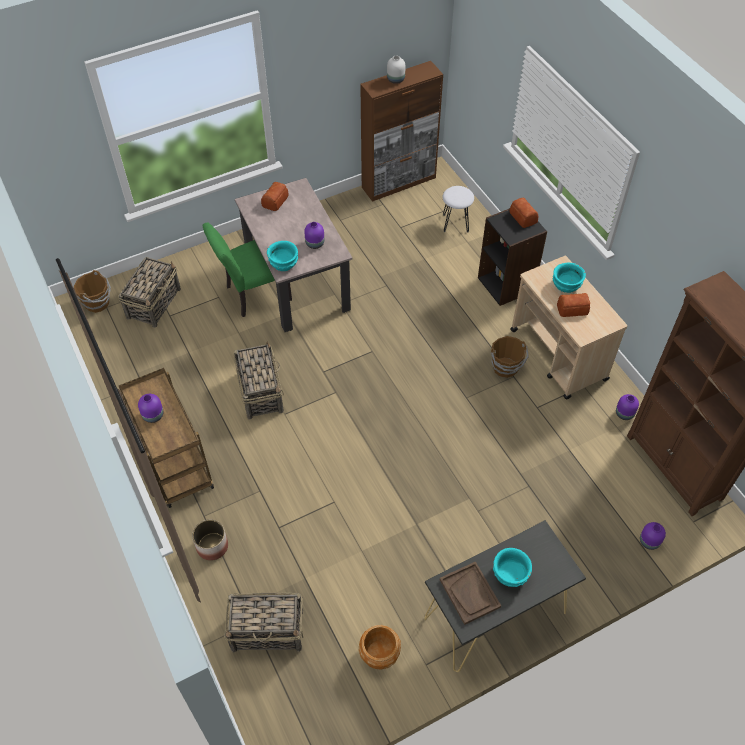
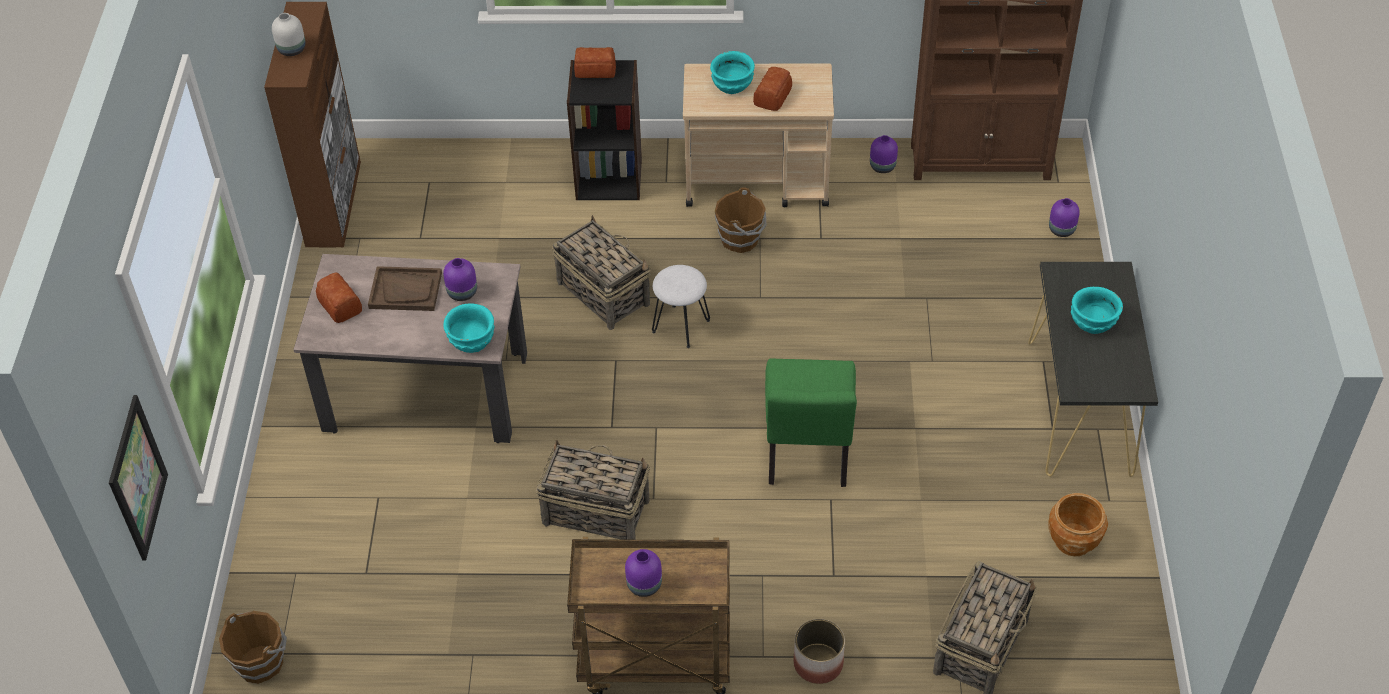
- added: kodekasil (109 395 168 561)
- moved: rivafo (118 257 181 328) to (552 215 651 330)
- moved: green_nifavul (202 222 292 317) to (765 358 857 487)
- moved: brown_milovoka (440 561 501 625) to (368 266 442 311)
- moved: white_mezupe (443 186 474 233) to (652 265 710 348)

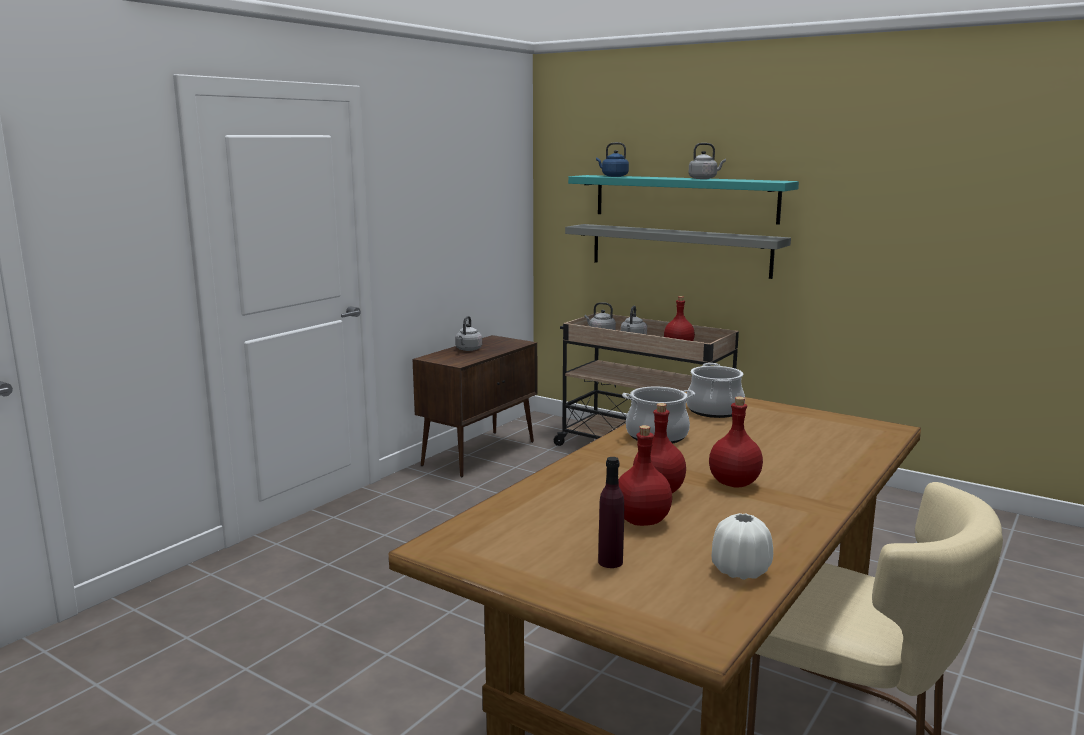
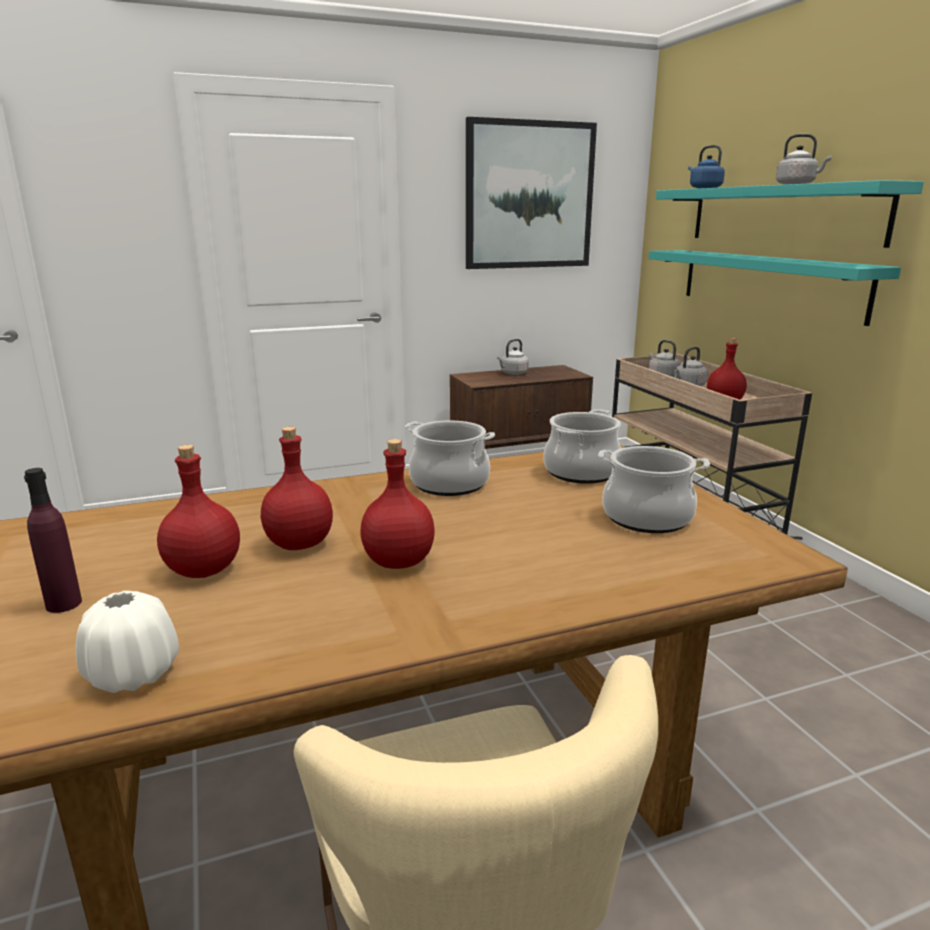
- added: kodekasil (466 117 597 269)
- added: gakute (598 446 710 533)
- recoloured: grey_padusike (565 224 791 279) to turquoise_padusike (649 250 901 326)

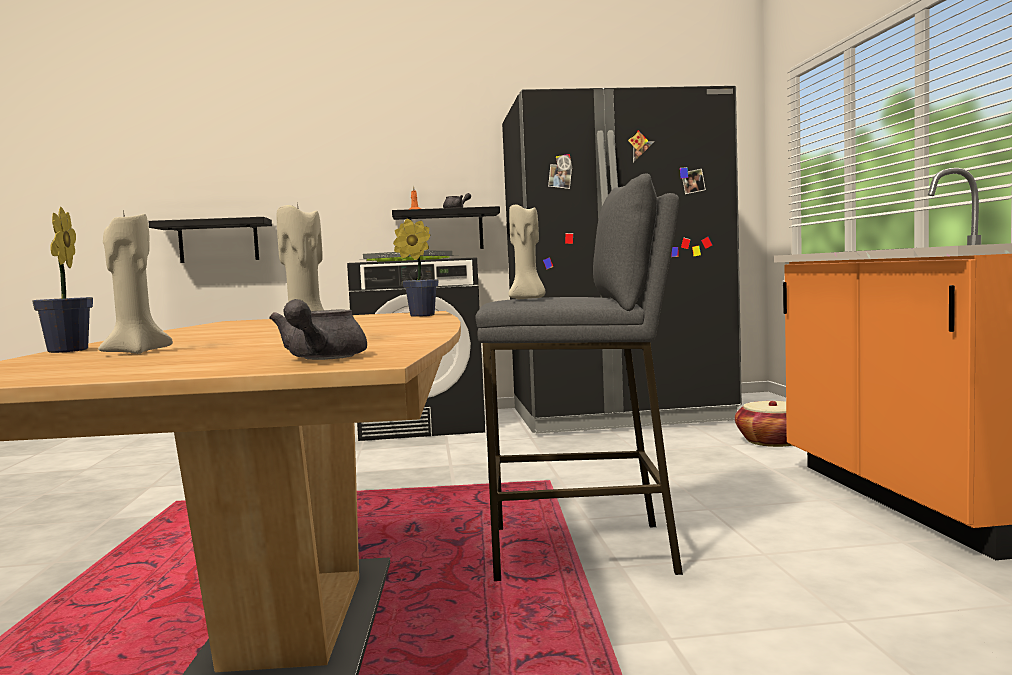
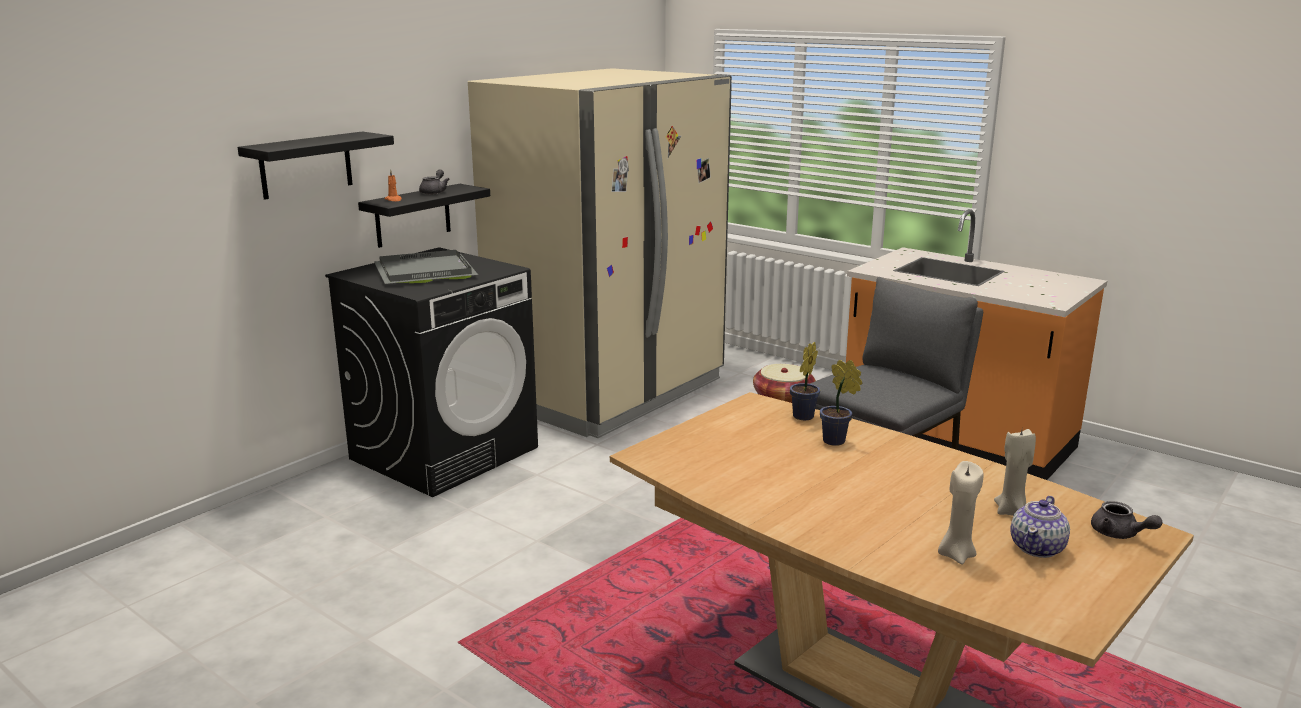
- removed: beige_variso (508 204 545 299)
- added: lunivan (1010 496 1070 558)
- moved: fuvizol (32 207 93 353) to (820 360 863 446)
- moved: black_padusike (148 217 272 263) to (237 132 394 200)
- recoloured: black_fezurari (502 85 742 434) to beige_fezurari (468 68 732 438)

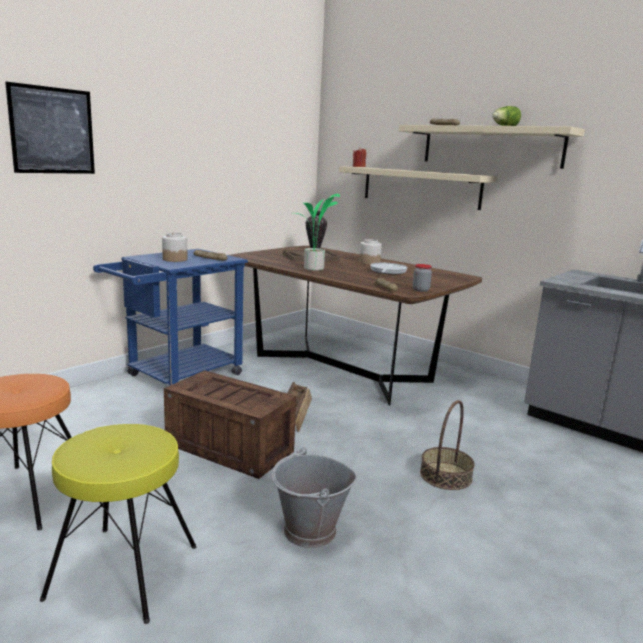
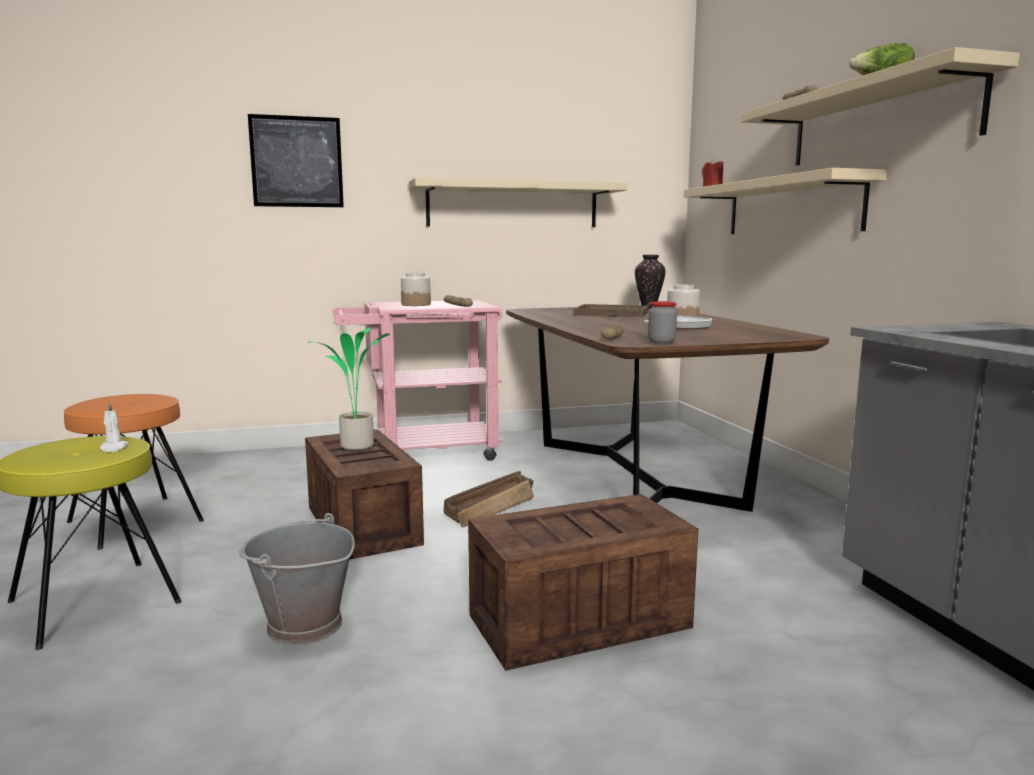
- added: white_variso (100 401 129 452)
- added: beige_padusike (409 177 628 227)
- moved: fuvizol (291 194 340 271) to (307 327 390 450)
- replaced: rivafo (420 400 475 490) to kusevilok (468 494 698 671)
- recoloured: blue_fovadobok (93 249 248 386) to pink_fovadobok (333 300 503 461)

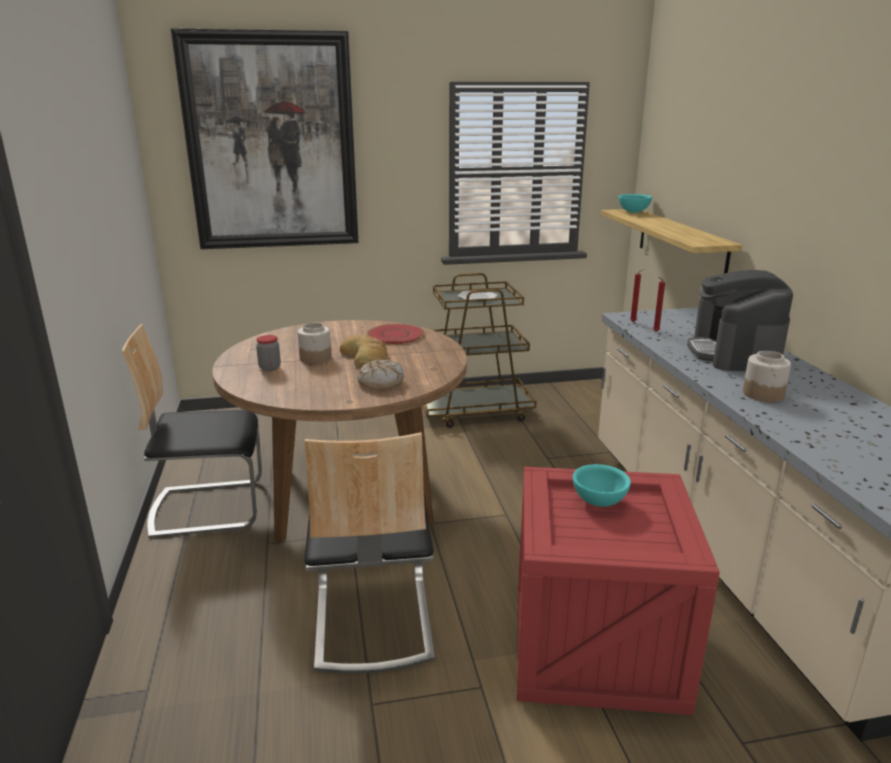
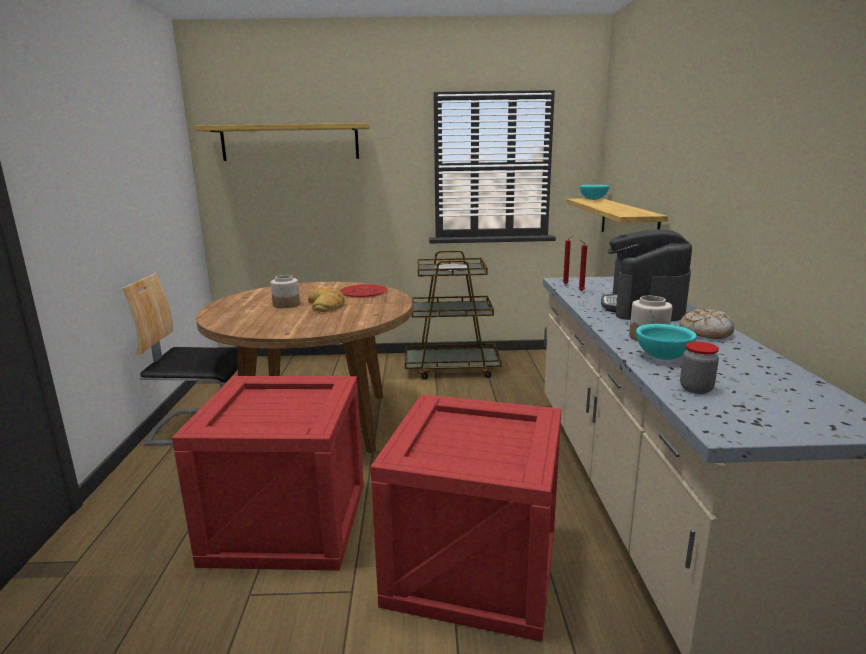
- moved: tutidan (256 335 281 371) to (680 342 719 394)
- moved: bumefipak (357 359 404 390) to (680 309 734 339)
- moved: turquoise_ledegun (573 464 631 507) to (636 324 697 360)
- replaced: kodekasil (171 28 358 249) to padusike (194 123 370 161)
- replaced: nifavul (304 432 435 674) to kusevilok (172 376 364 571)

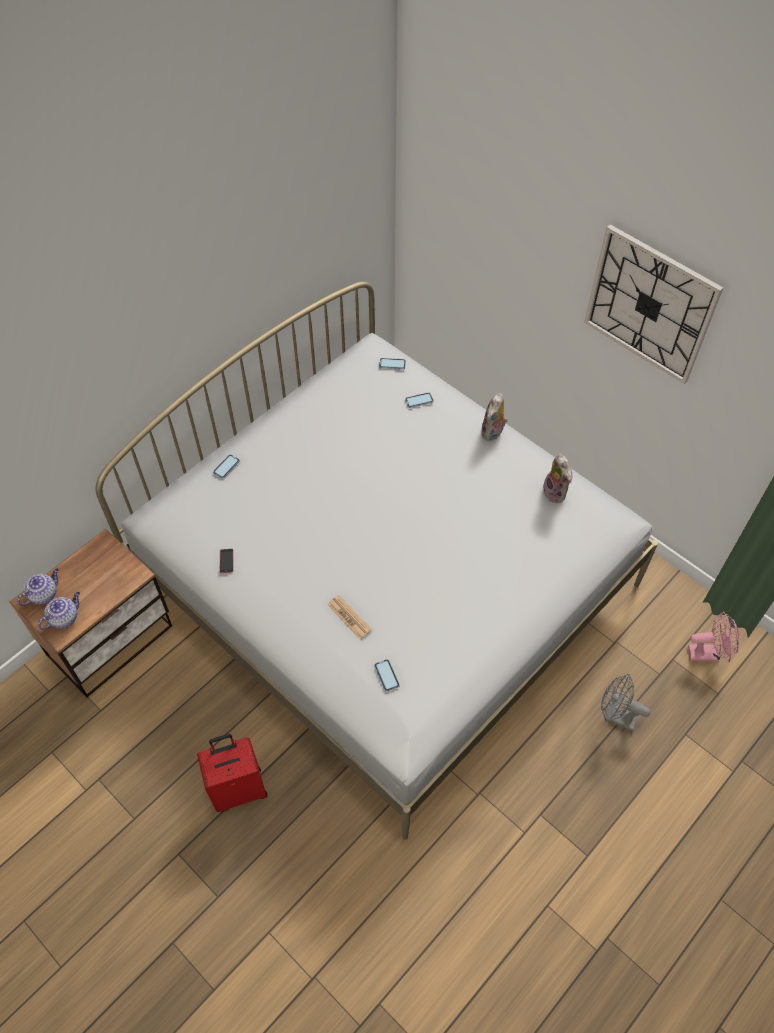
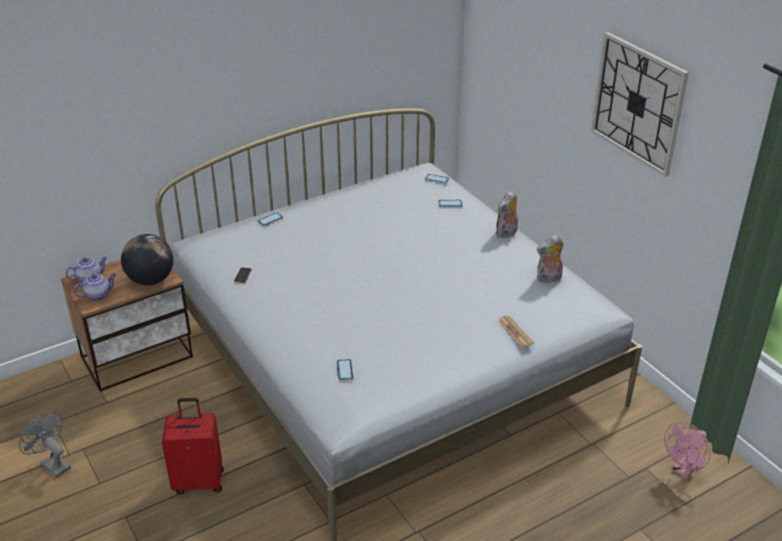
- added: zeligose (121 234 174 285)
- moved: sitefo (327 595 372 639) to (498 315 534 348)
- moved: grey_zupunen (601 674 650 731) to (19 413 71 477)
- turned: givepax (543 454 572 503) = (537 234 564 284) 75 degrees clockwise
- turned: pink_zupunen (688 612 739 663) = (664 422 711 479) 120 degrees clockwise

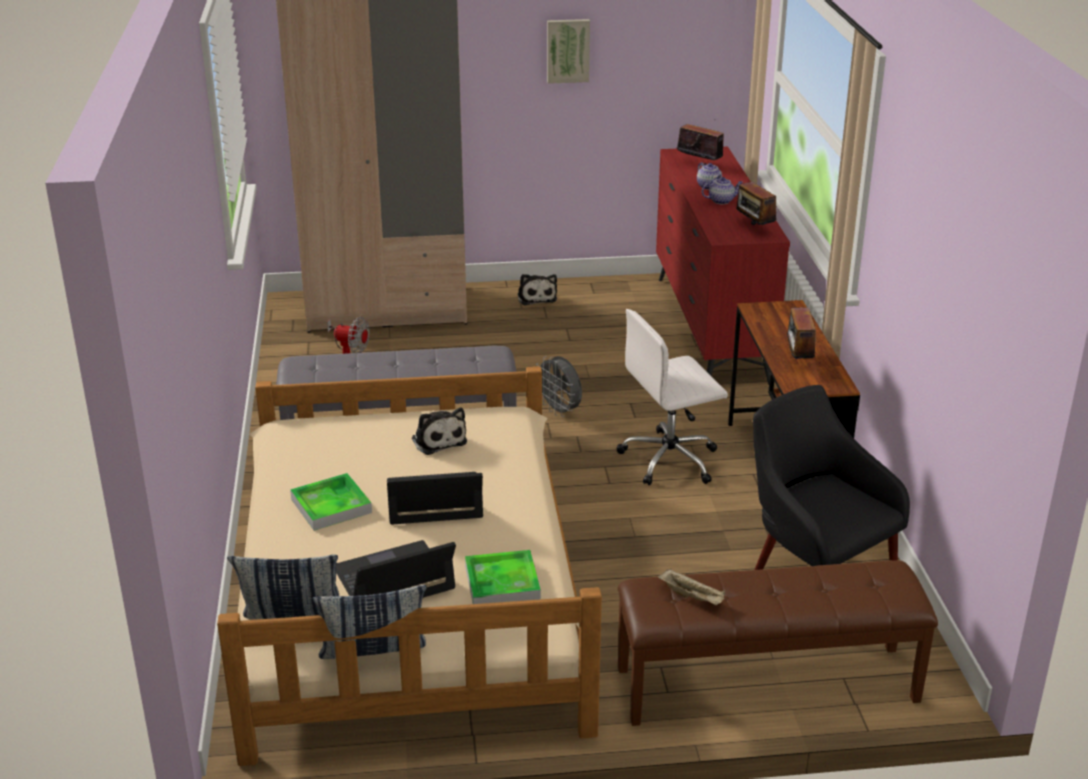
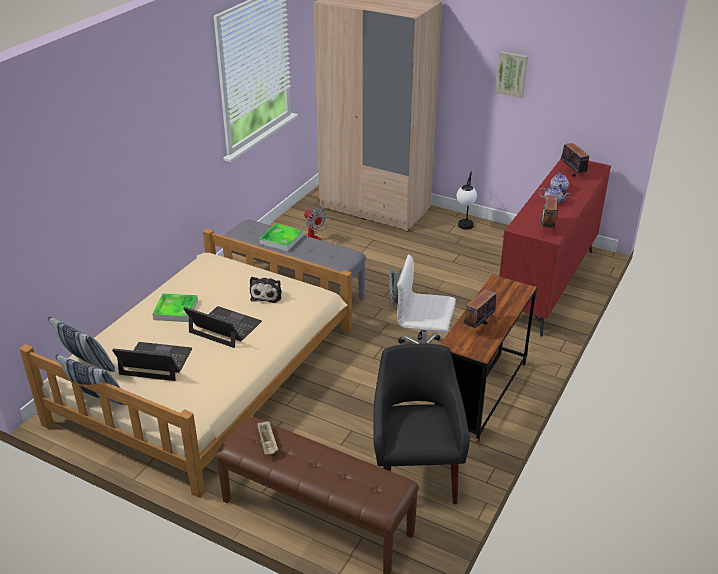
- moved: milovoka (465 550 541 604) to (259 223 304 251)
- replaced: givepax (518 274 557 305) to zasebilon (457 171 477 229)

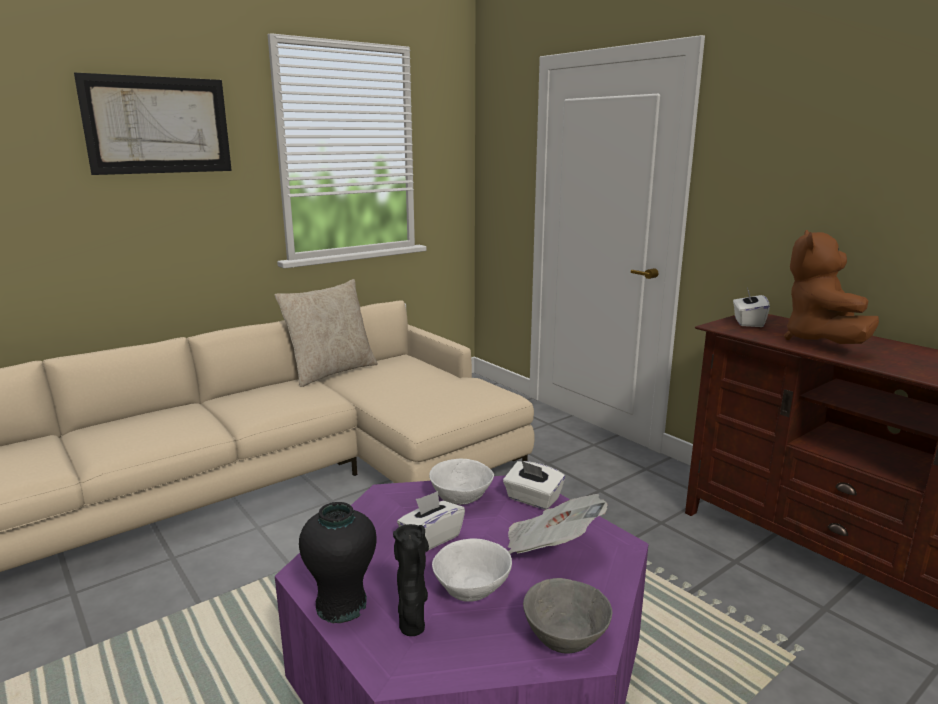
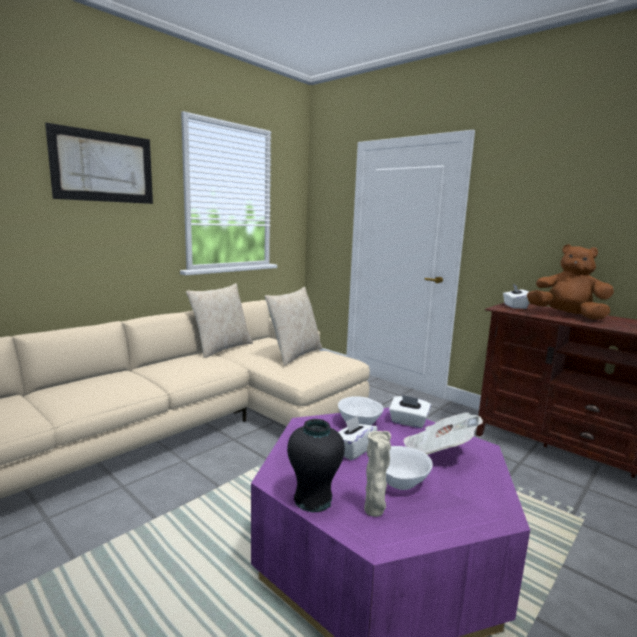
- removed: grey_ledegun (523 578 612 654)
- added: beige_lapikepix (265 287 322 366)
- recoloured: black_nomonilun (393 524 429 636) to beige_nomonilun (364 431 391 517)
- turned: brown_givepax (784 230 879 344) = (527 244 614 320) 120 degrees clockwise

